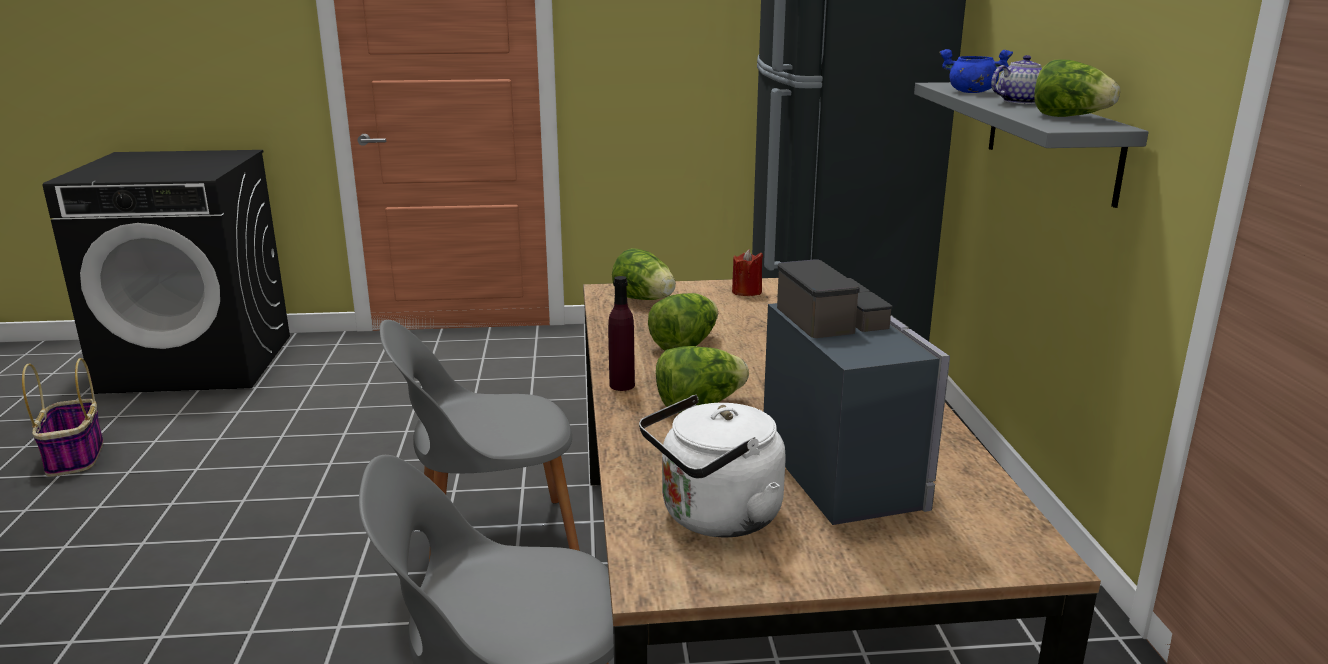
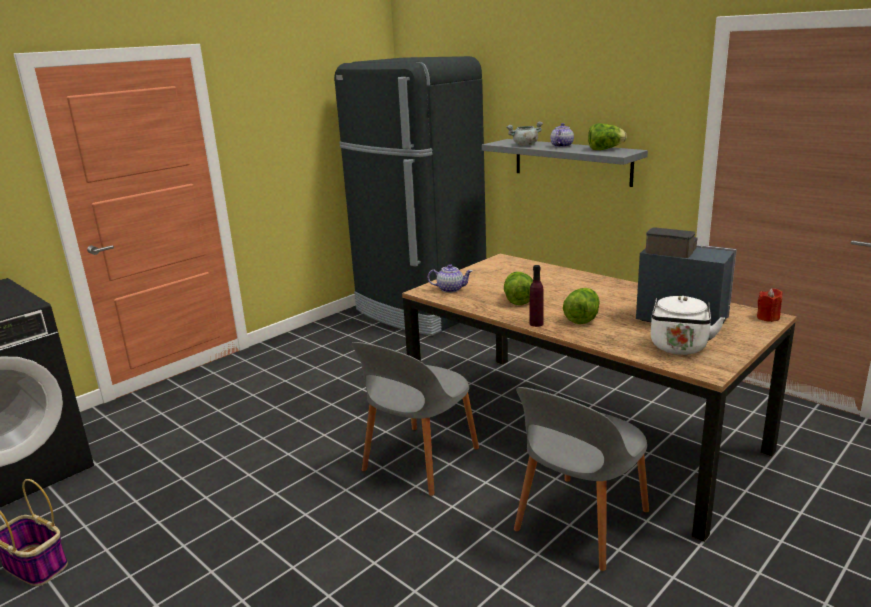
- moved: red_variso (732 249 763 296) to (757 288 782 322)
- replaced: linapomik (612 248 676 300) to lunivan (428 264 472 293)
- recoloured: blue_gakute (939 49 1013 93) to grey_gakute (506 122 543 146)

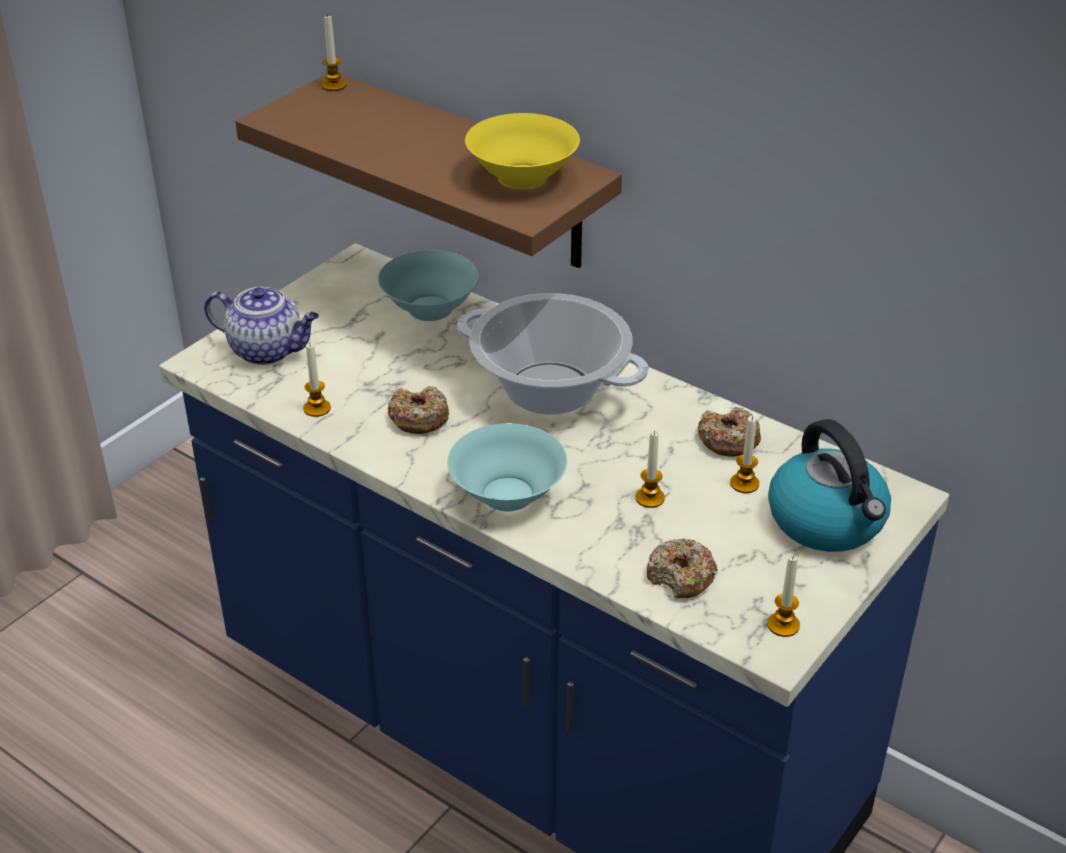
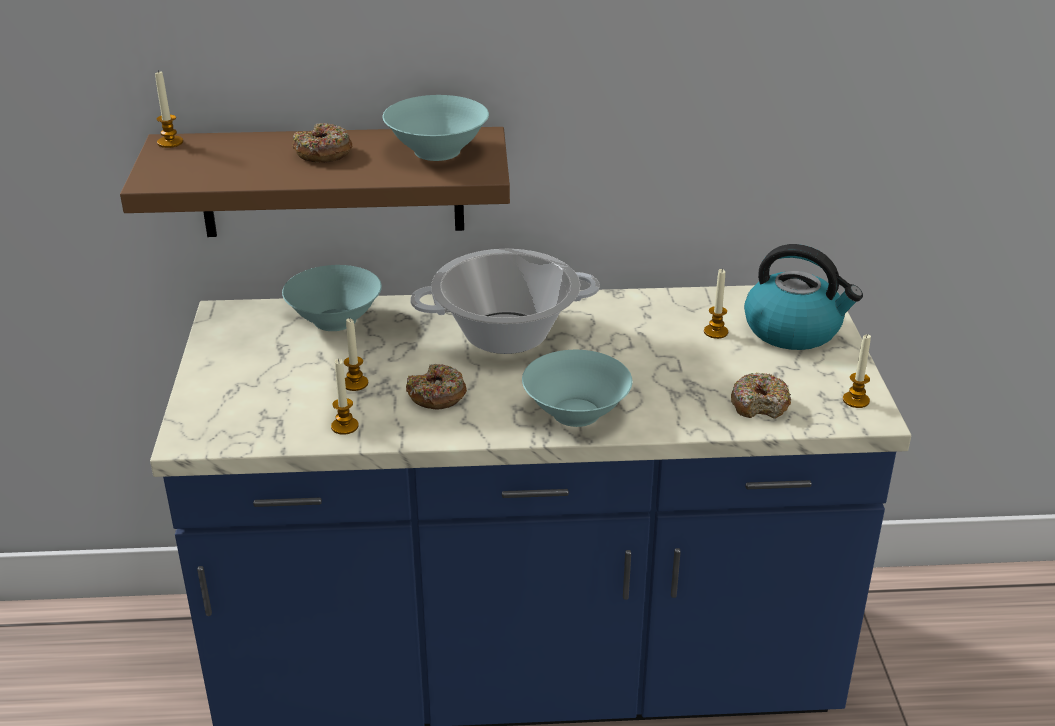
- removed: lunivan (204 287 319 365)
- moved: variso (635 430 665 508) to (344 318 368 391)
- moved: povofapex (698 407 761 456) to (292 123 352 163)
- recoloured: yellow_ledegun (465 113 580 189) to turquoise_ledegun (383 95 489 161)

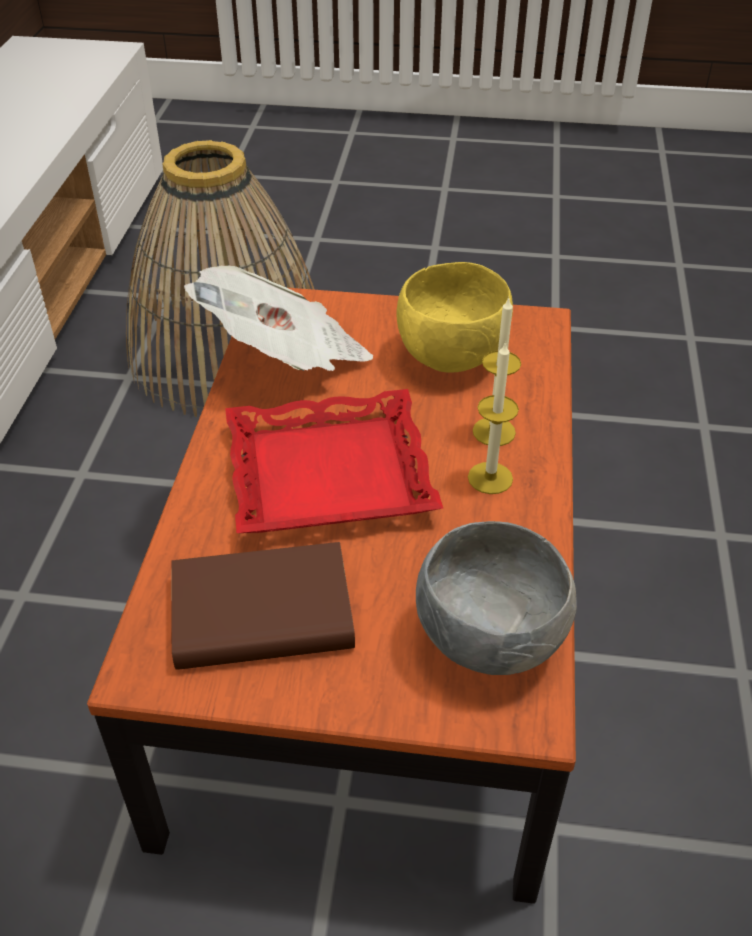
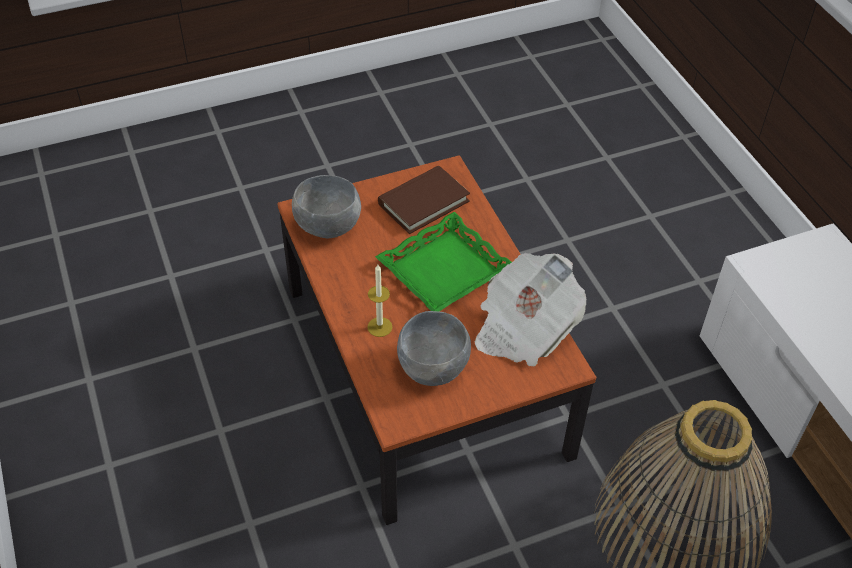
- removed: variso (468 341 519 494)
- recoloured: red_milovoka (225 389 443 533) to green_milovoka (375 212 512 311)
- recoloured: yellow_ledegun (397 262 513 373) to grey_ledegun (397 311 471 386)

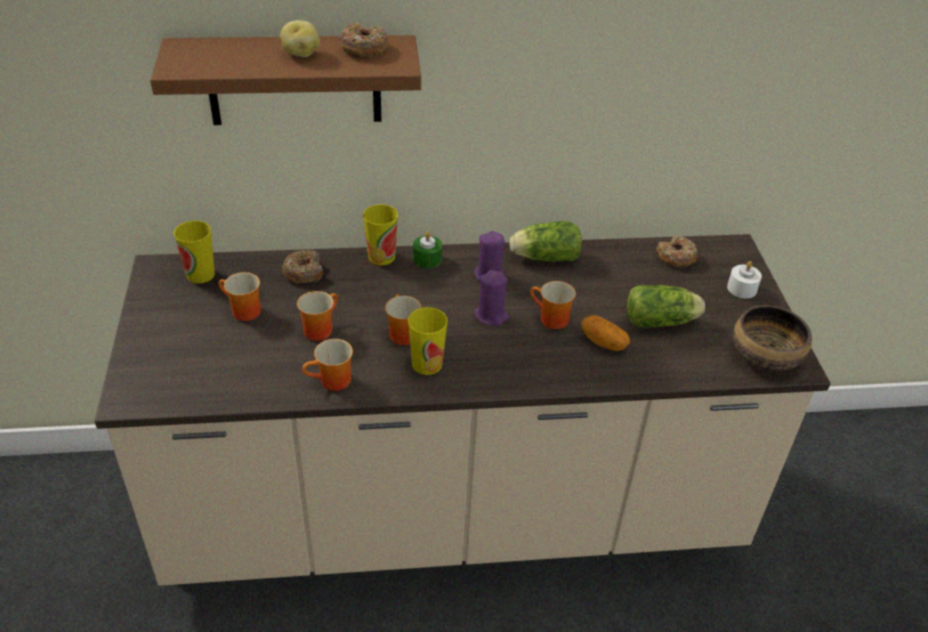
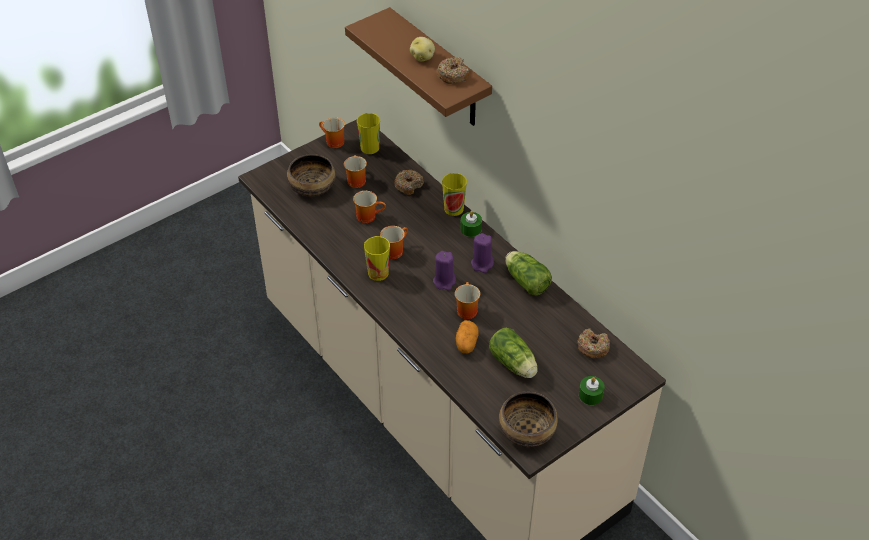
- added: ledegun (287 154 336 197)
- moved: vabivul (302 339 353 391) to (319 117 345 148)
- recoloured: white_variso (727 261 762 298) to green_variso (579 376 605 405)

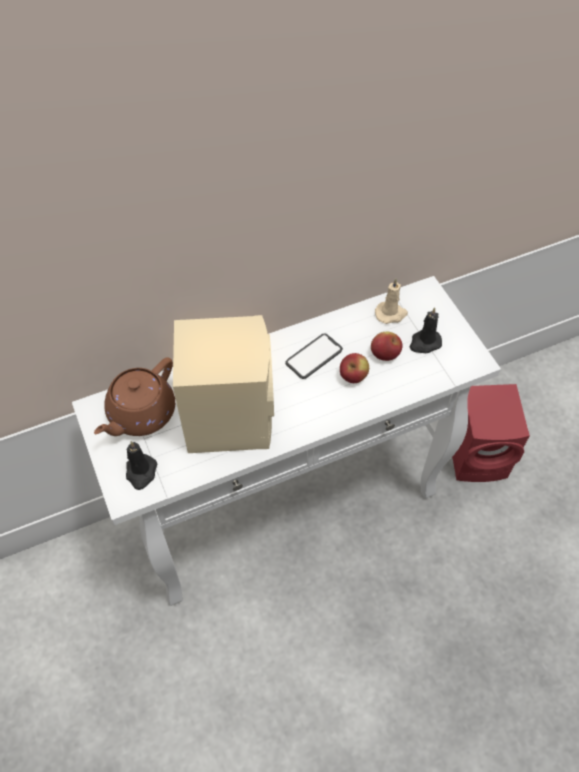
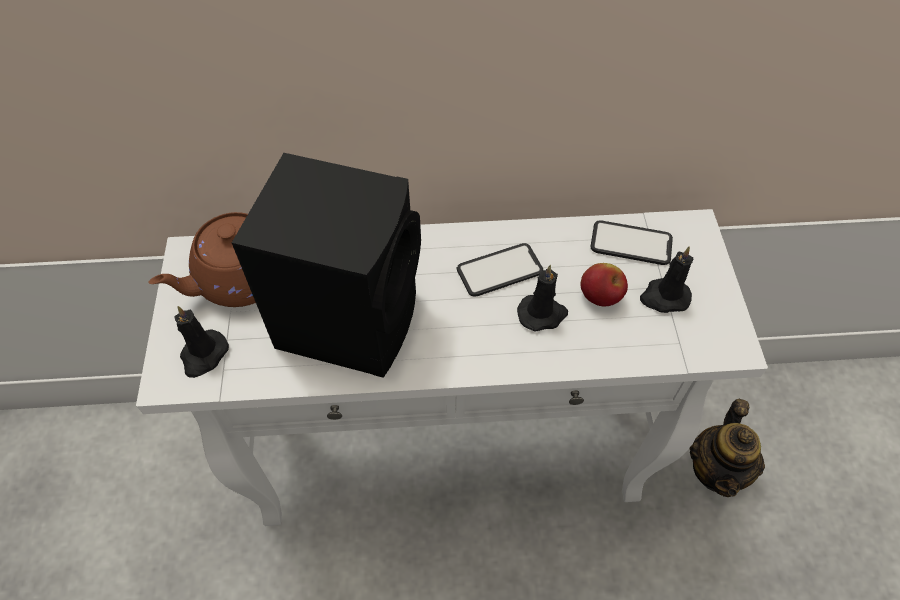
- replaced: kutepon (340 353 369 383) to black_variso (517 265 568 332)
- replaced: beige_variso (375 278 408 324) to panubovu (590 220 673 265)
- replaced: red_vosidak (452 384 530 482) to lunivan (690 399 765 497)
- recoloured: beige_vosidak (173 315 274 453) to black_vosidak (232 153 421 378)

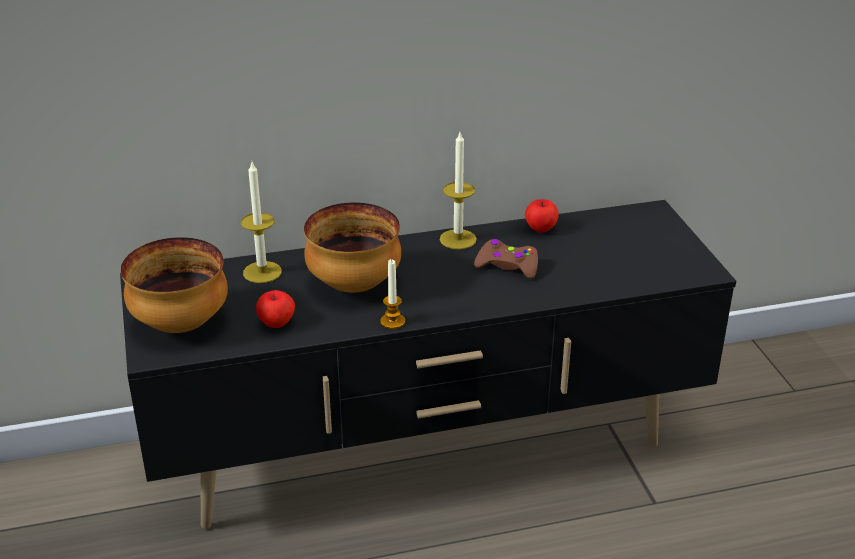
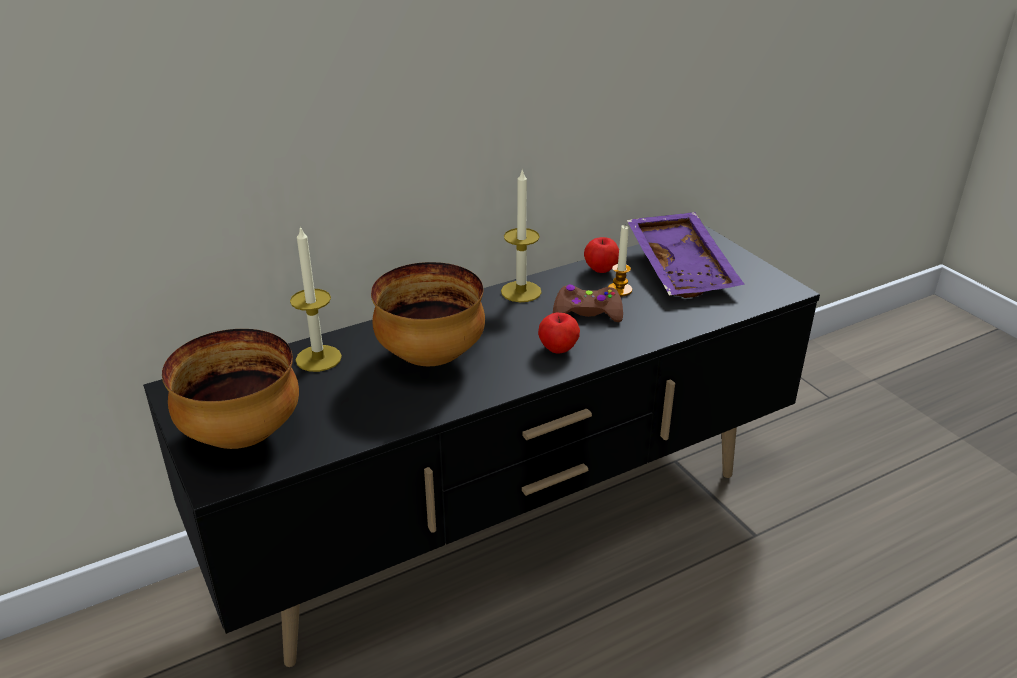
- added: purple_milovoka (627 212 745 298)
- moved: kutepon (256 290 295 328) to (538 312 580 353)
- moved: variso (380 259 405 329) to (608 225 632 296)

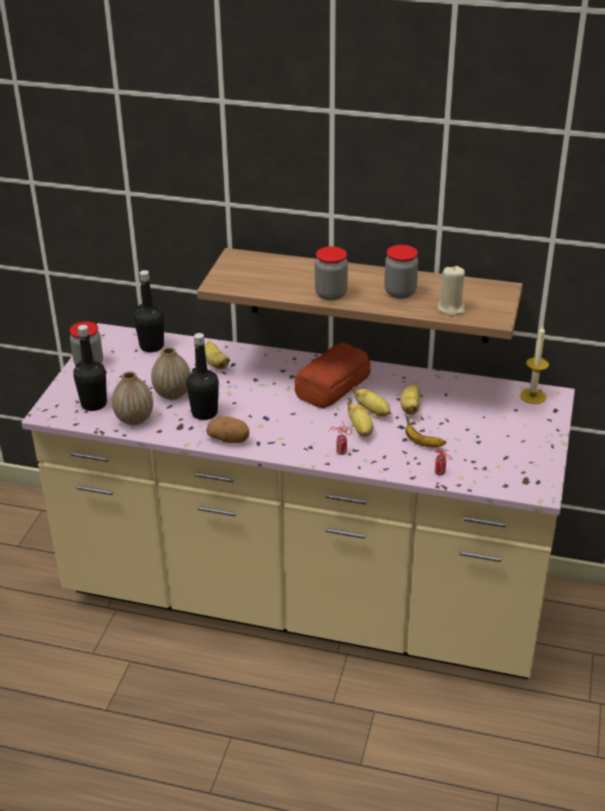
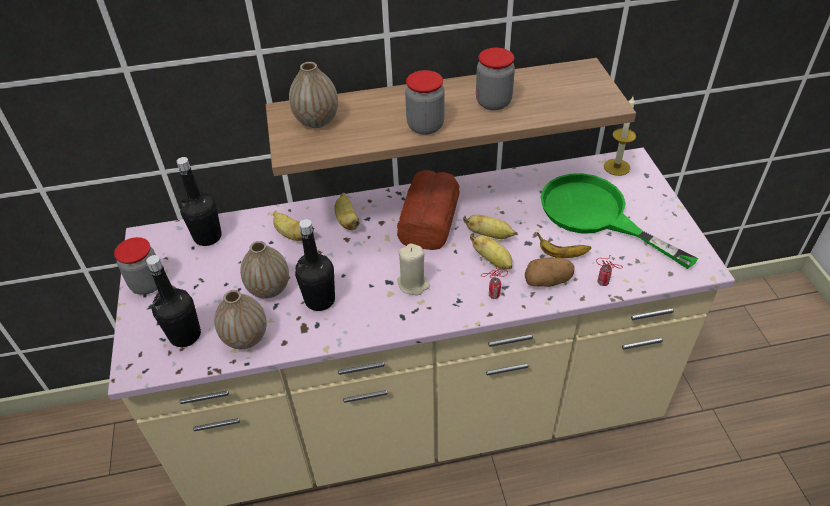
- added: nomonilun (289 62 338 128)
- added: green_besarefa (541 173 698 269)
- moved: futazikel (206 416 249 443) to (525 257 575 287)
- moved: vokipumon (401 382 420 415) to (335 193 360 230)
- moved: beige_variso (438 266 465 316) to (397 244 430 295)

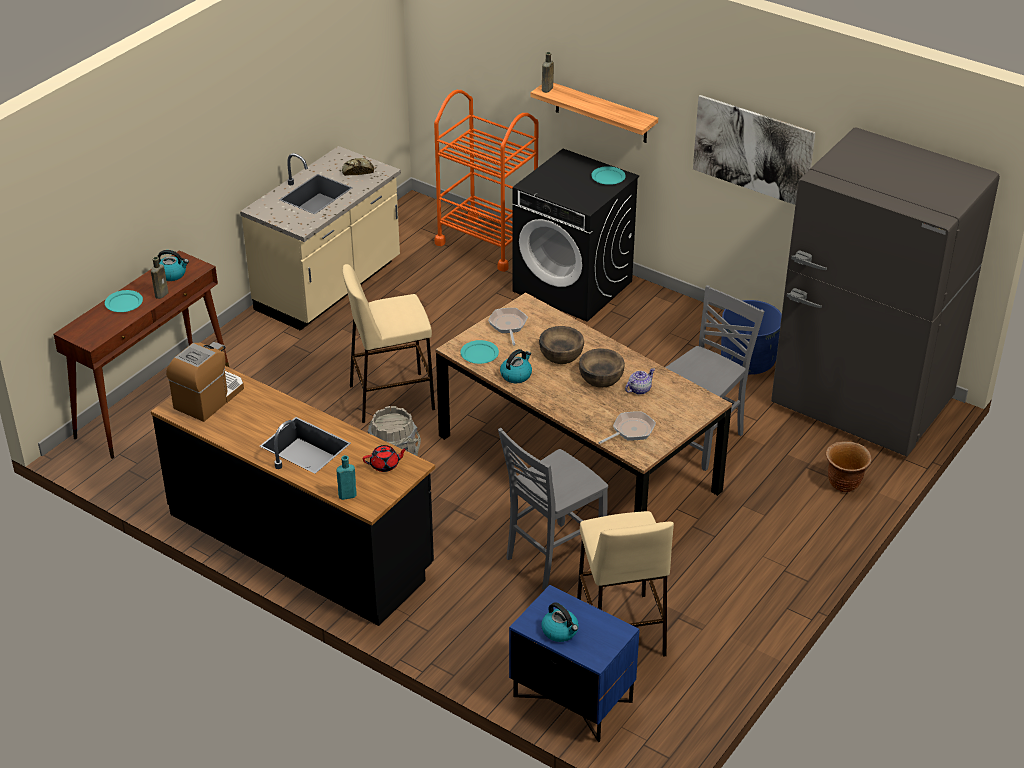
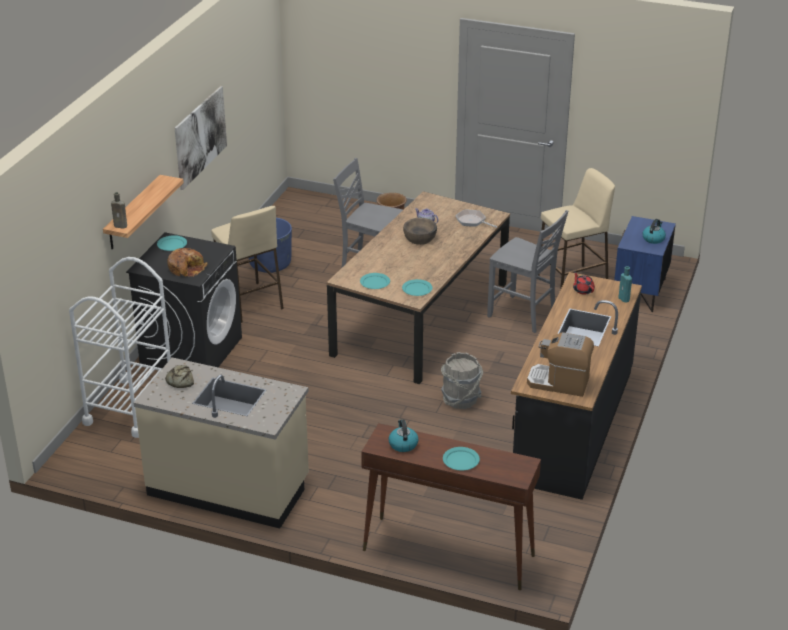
- removed: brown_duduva (151 257 169 299)
- removed: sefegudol (500 349 532 384)
- removed: brown_ledegun (539 326 584 364)
- removed: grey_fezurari (771 128 1000 456)
- added: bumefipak (167 248 208 277)
- moved: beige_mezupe (342 264 435 423) to (211 206 284 323)
- replaced: besarefa (488 308 528 346) to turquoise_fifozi (360 273 390 289)
- recoloured: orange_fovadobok (434 90 539 272) to white_fovadobok (69 257 171 438)

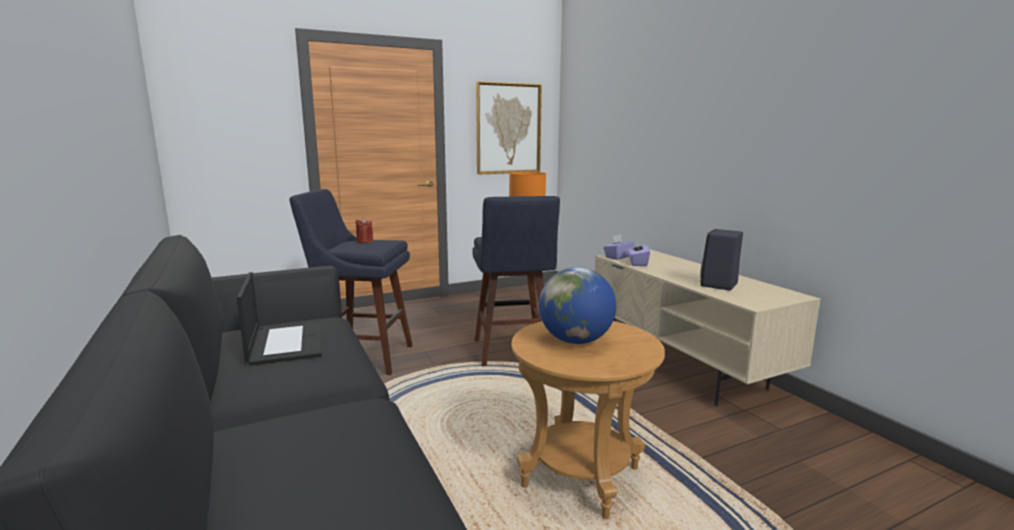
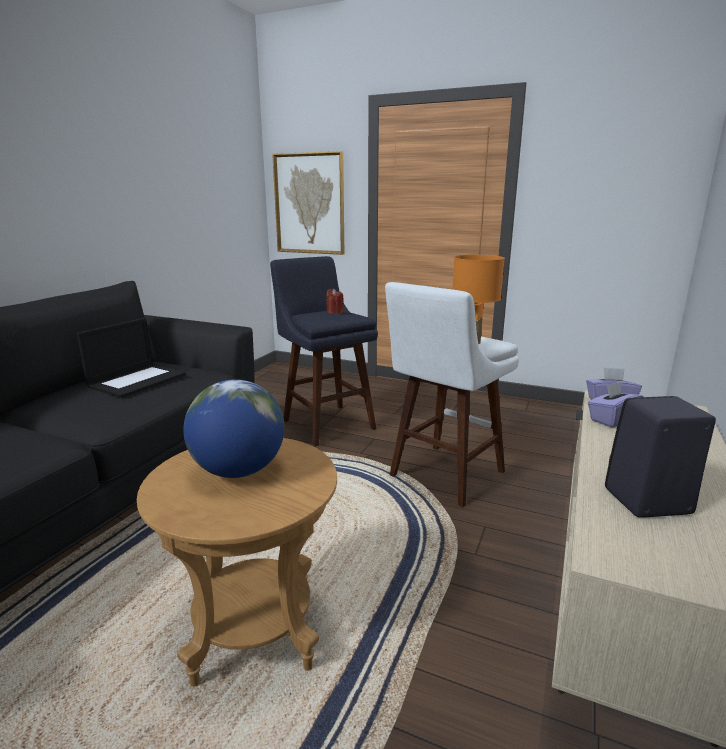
- moved: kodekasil (476 81 542 174) to (272 151 344 255)
- recoloured: blue_mezupe (472 196 560 366) to white_mezupe (385 282 519 507)

